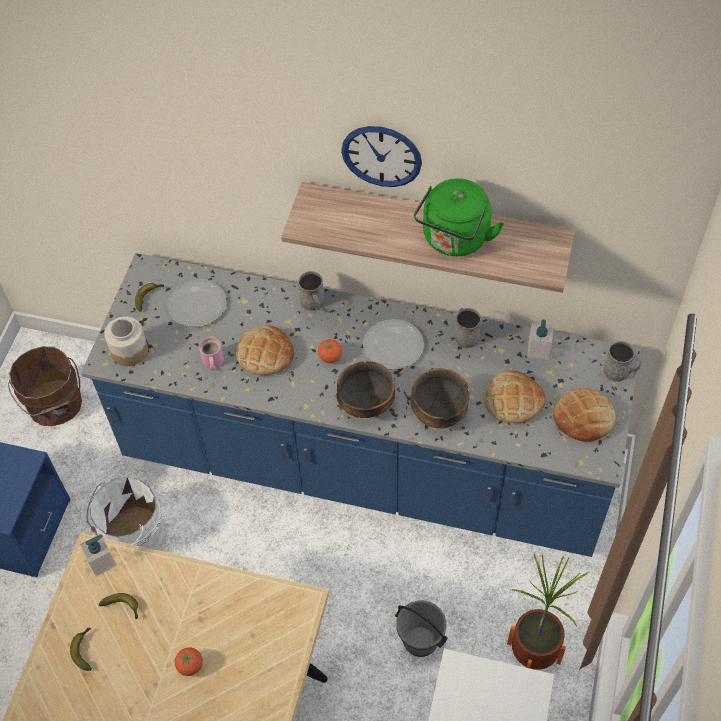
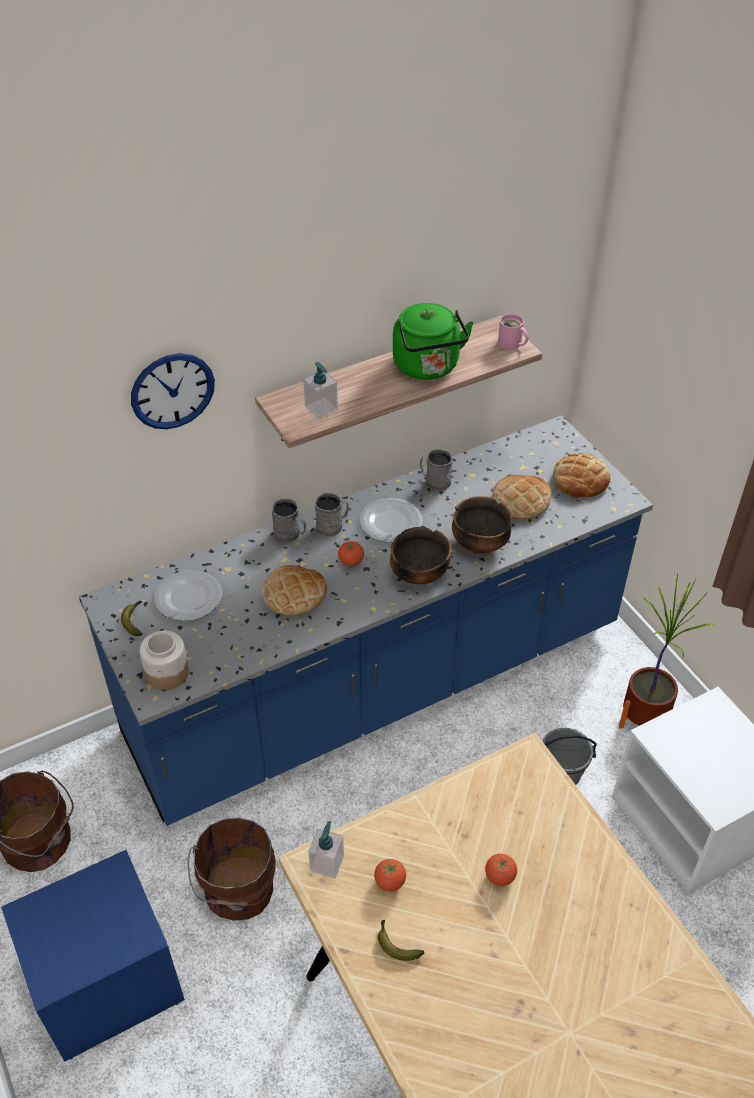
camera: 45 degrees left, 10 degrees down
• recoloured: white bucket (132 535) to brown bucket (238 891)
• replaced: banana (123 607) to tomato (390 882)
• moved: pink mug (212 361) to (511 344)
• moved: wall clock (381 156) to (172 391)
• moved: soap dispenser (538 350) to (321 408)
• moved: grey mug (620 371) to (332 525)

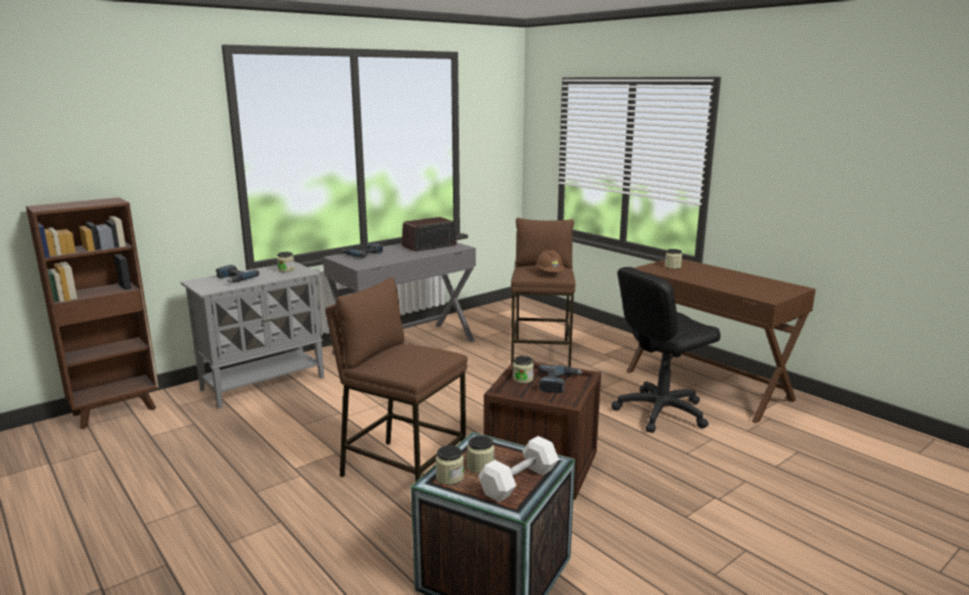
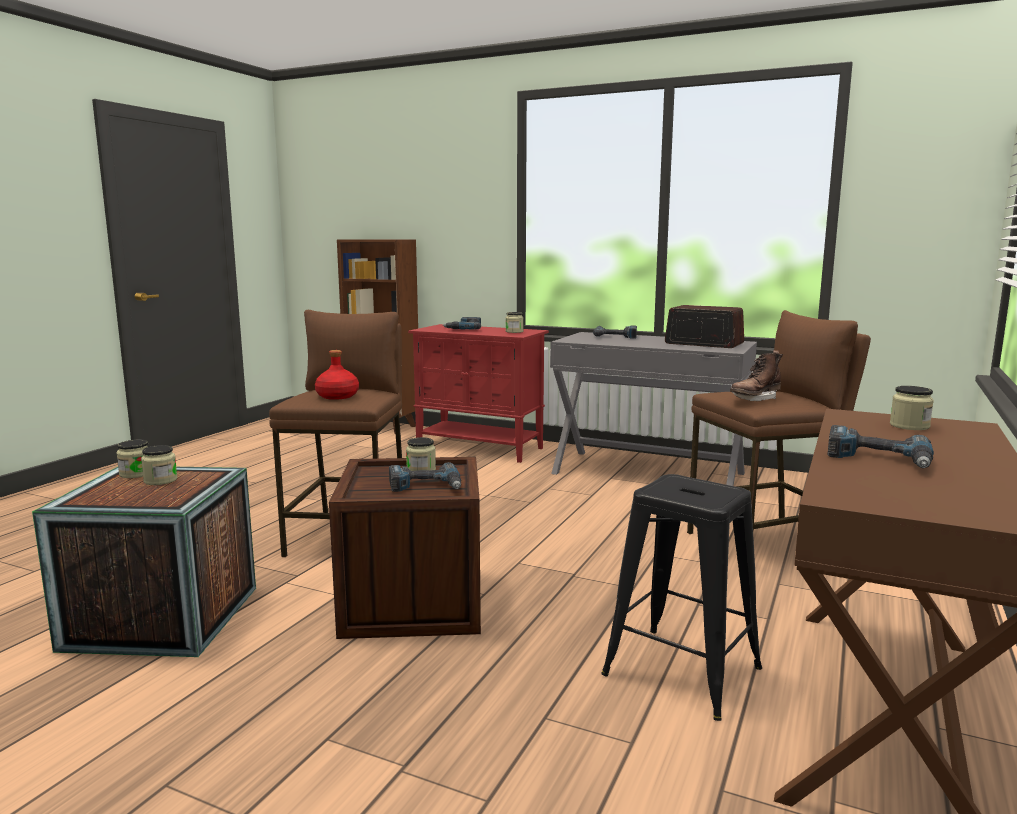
camera: 65 degrees right, 5 degrees down
• recoloured: grey cabinet (264 383) to red cabinet (480 448)
• removed: white dumbbell (519 481)
• replaced: brown hard hat (550 273) to brown boot (755 399)
• replaced: black office chair (660 412) to black stool (682 671)
• added: red bottle (337 396)
• added: power drill (878 459)

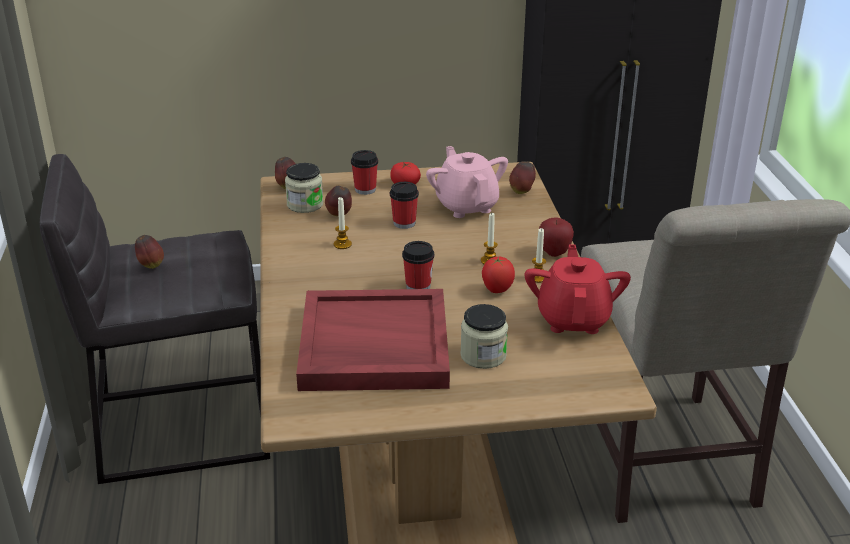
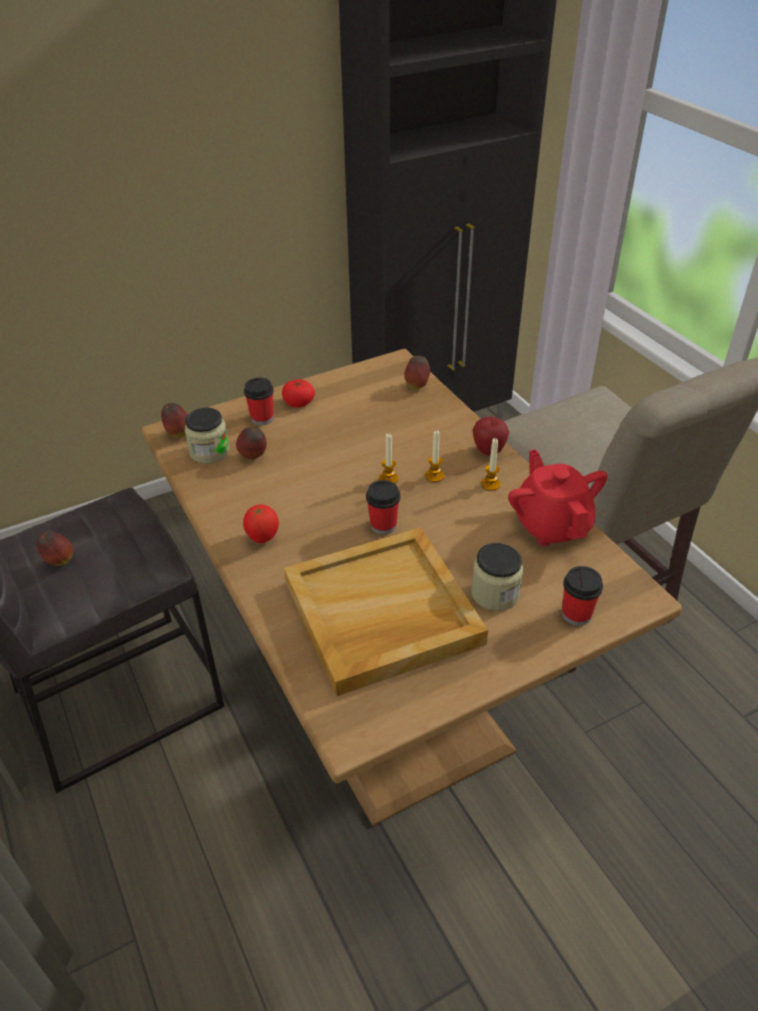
camera: 20 degrees left, 10 degrees up
• recoloured: red tray (373 346) to beige tray (381 613)
• moved: candle (342 244) to (388 479)
• moved: cup (404 223) to (576 614)
• removed: pink teapot (466 206)
• moved: tomato (497 290) to (262 538)

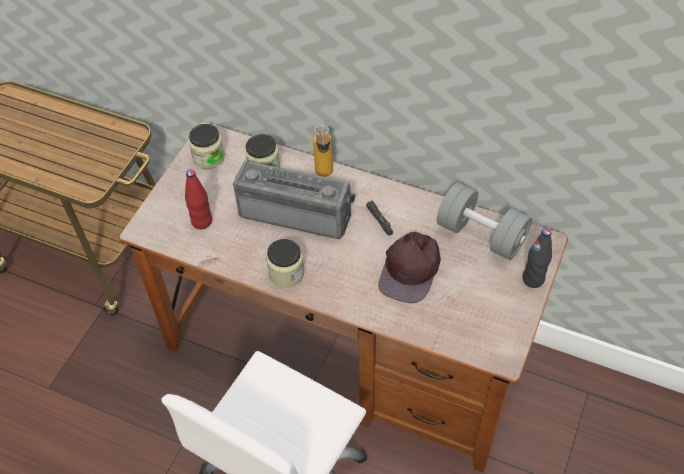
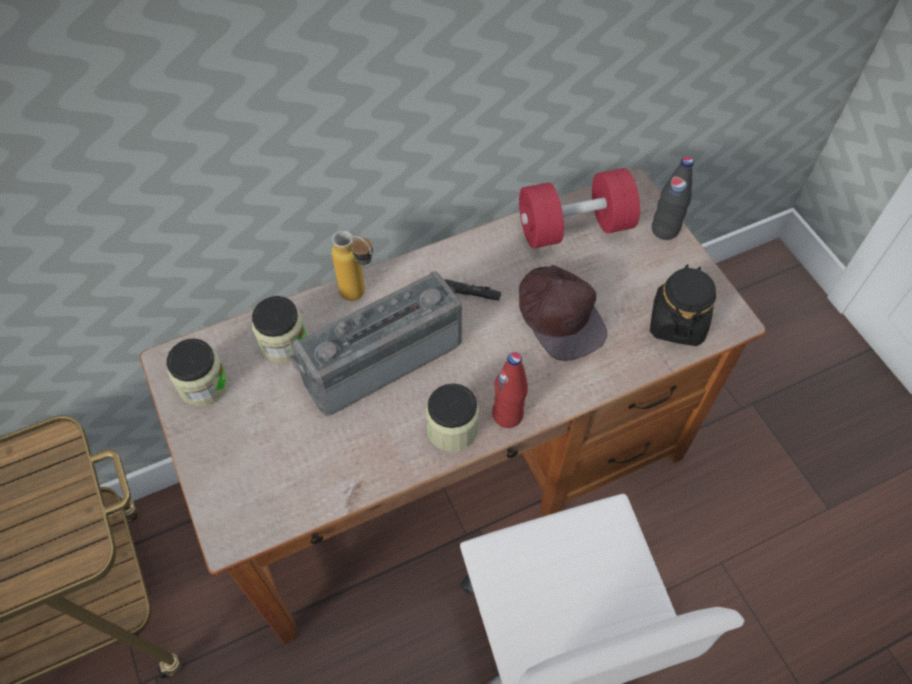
camera: 50 degrees left, 5 degrees up
• moved: red bottle (202 222) to (507 414)
• recoloured: grey dumbbell (481 234) to red dumbbell (574 227)
• added: black jar (677 322)

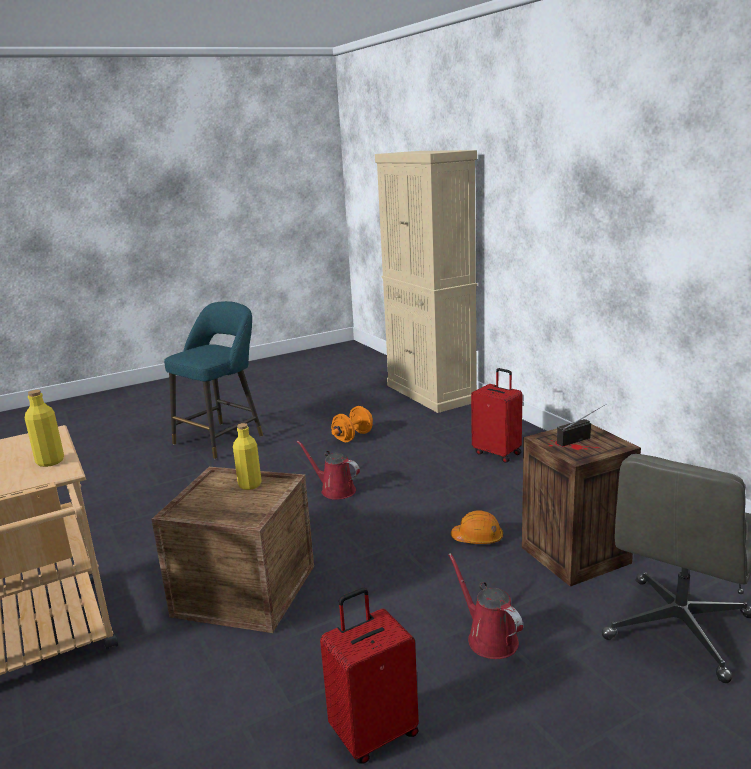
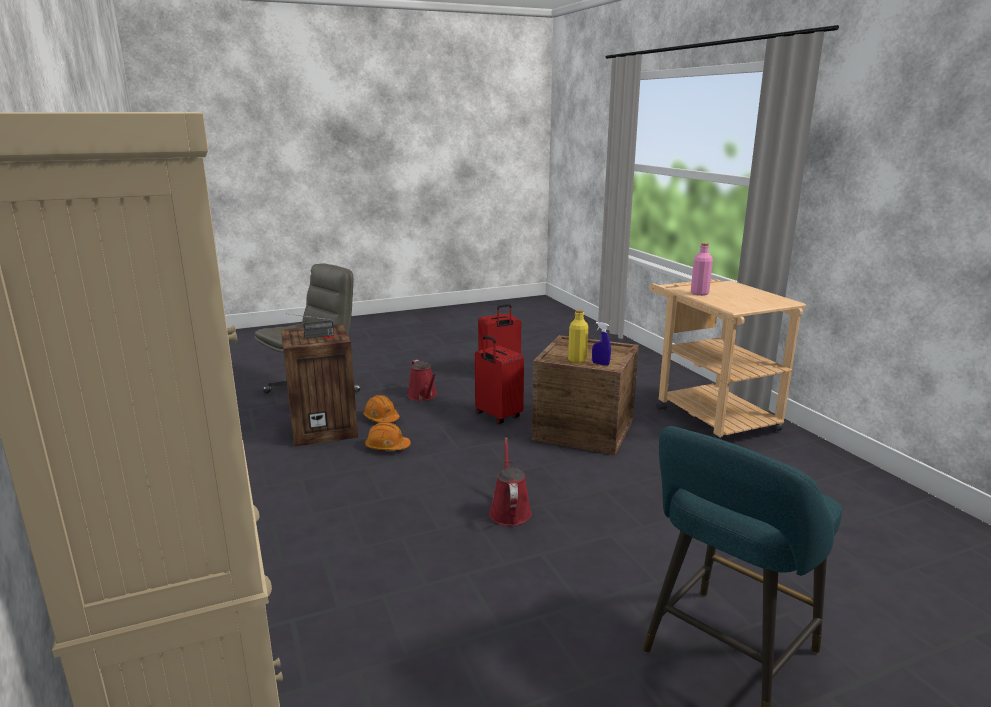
camera: 175 degrees left, 0 degrees up
• recoloured: yellow bottle (50 461) to pink bottle (699 293)
• turned: red watering can (335 490) = (509 511) 135 degrees counterclockwise
• removed: orange dumbbell (353 437)
• moved: red suitcase (497 453) to (497 416)
• added: orange hard hat (381 418)
• added: blue spray bottle (600 364)

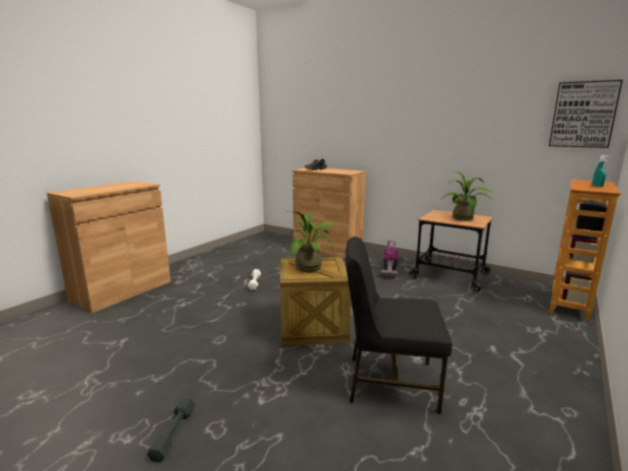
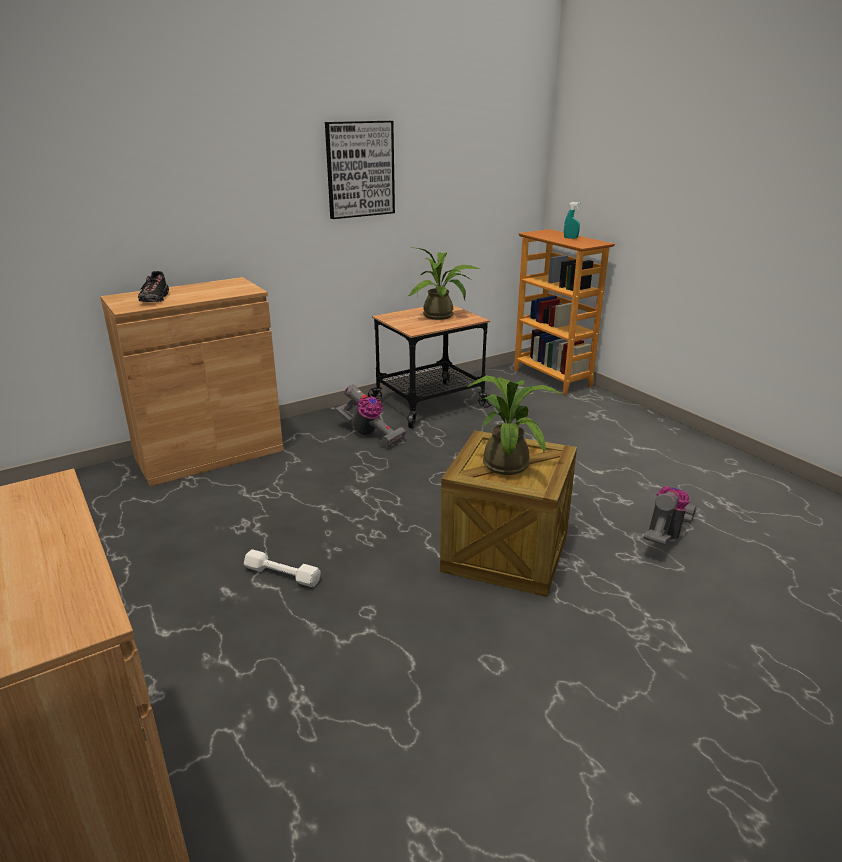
camera: 65 degrees left, 10 degrees up
• removed: grey dumbbell (173 433)
• replaced: black chair (390 382) to vacuum cleaner (665 535)
• moved: picture (583 114) to (360 169)

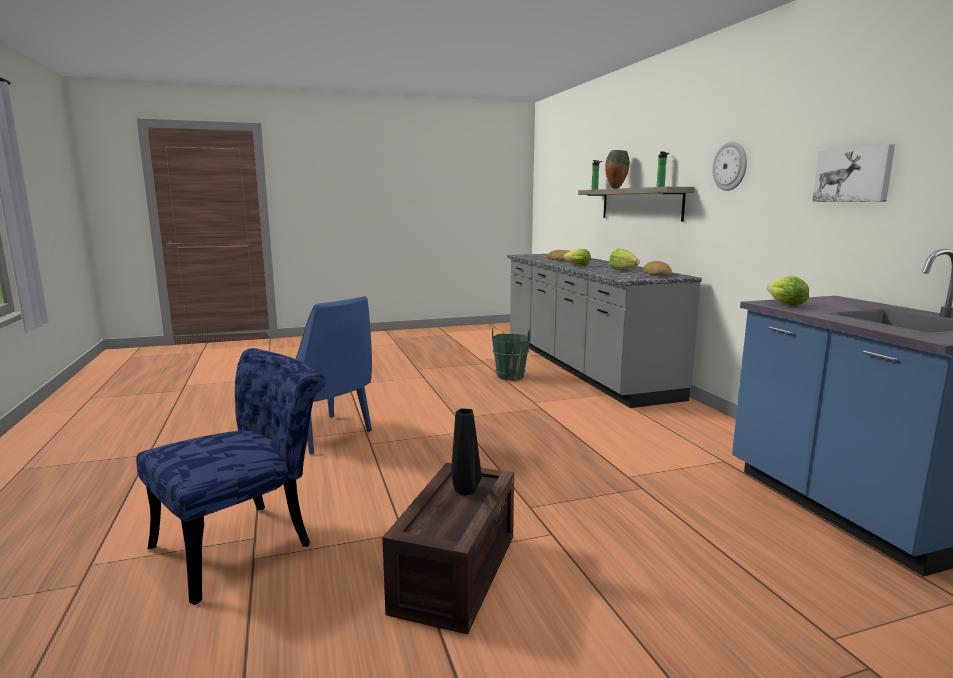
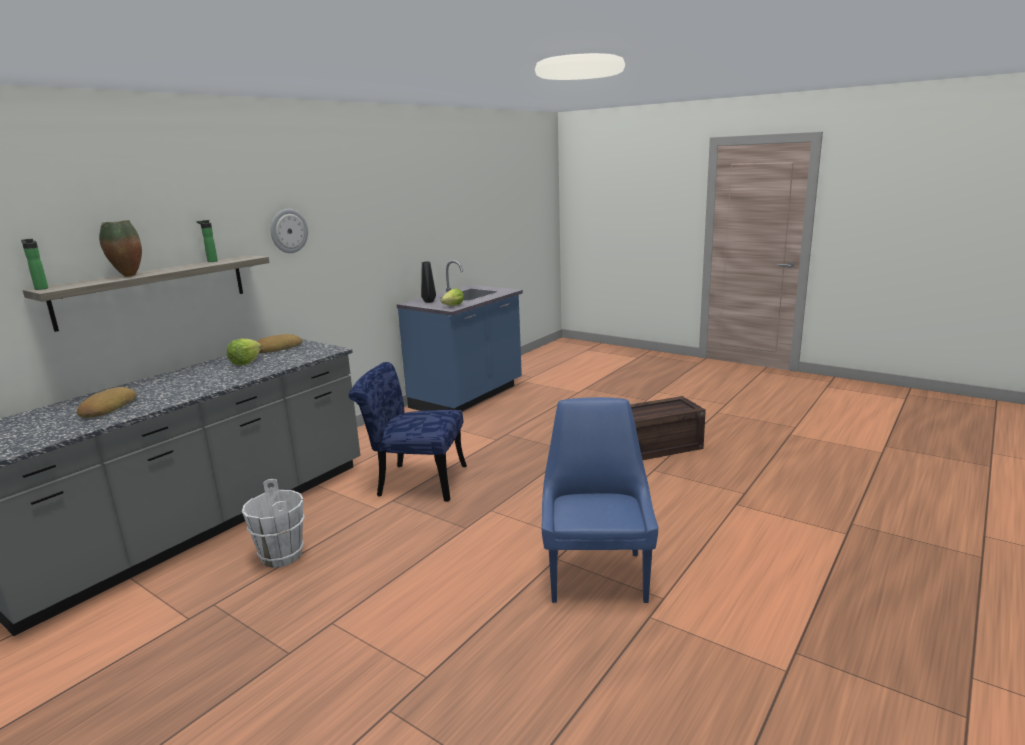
camera: 125 degrees left, 5 degrees up
• moved: blue chair (245 543) to (414 481)
• moved: black vase (466 490) to (428 301)
• recoloured: green bucket (510 376) to white bucket (281 556)
• removed: lettuce (576 265)
• removed: picture (853 175)

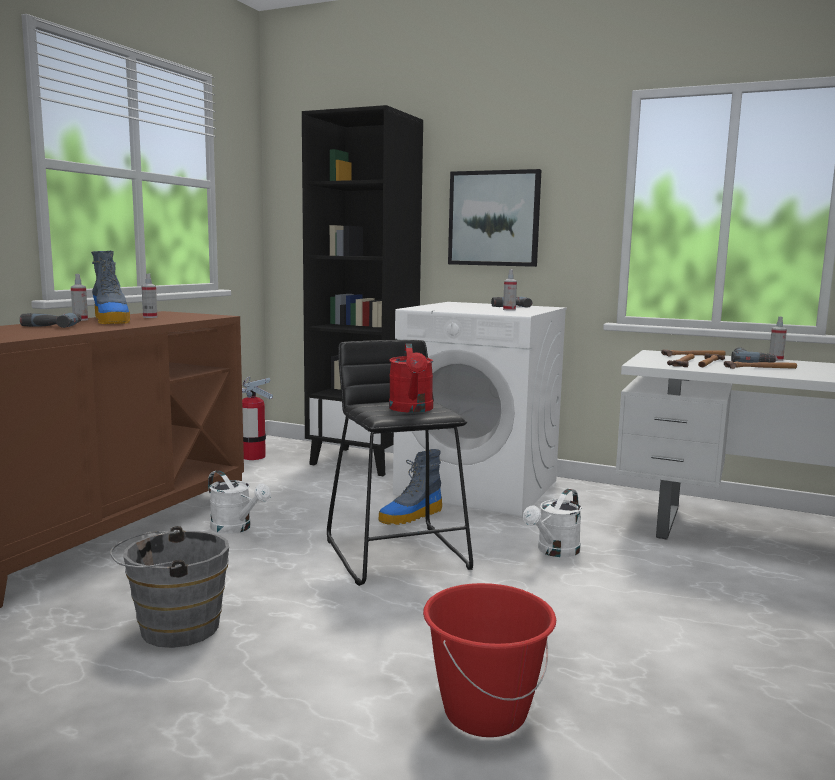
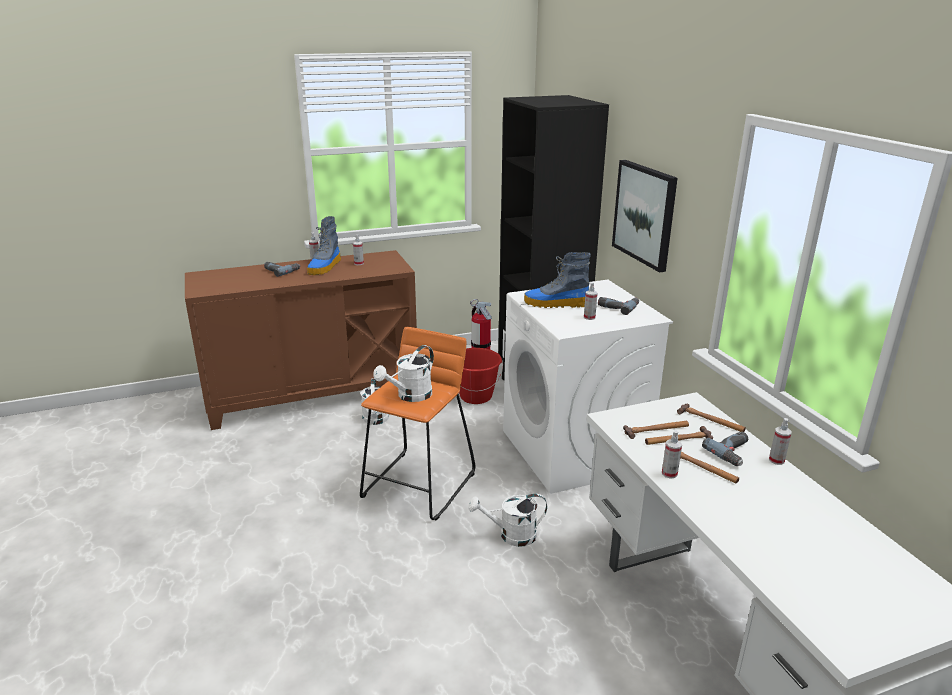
camera: 45 degrees right, 15 degrees up
• removed: grey bucket (173 628)
• recoloured: black stool (398 554) to orange stool (419 485)
• moved: boot (411 516) to (555 304)
• recoloured: red watering can (412 409) to white watering can (410 396)
• moved: red bucket (484 712) to (476 396)
• added: spray bottle (669 473)

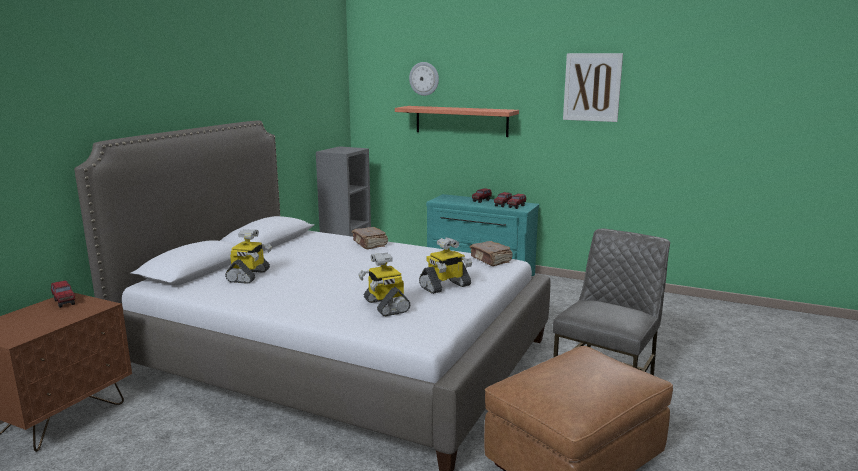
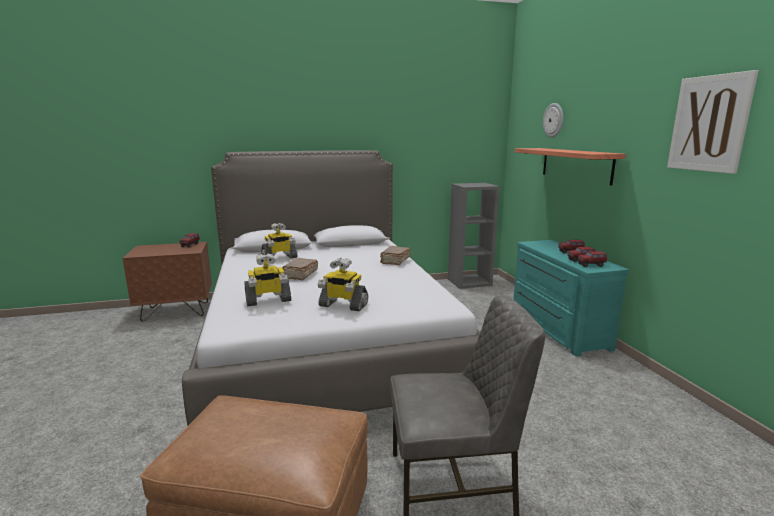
camera: 50 degrees right, 0 degrees up
• turned: toy robot (385 306) = (268 300) 135 degrees counterclockwise
• moved: brown book (490 260) to (300 275)

